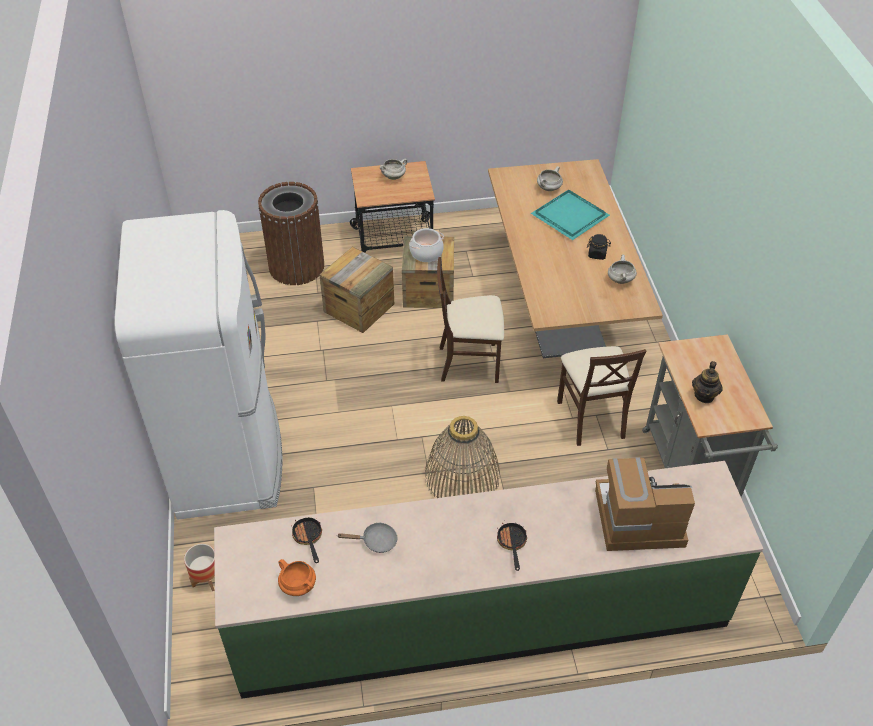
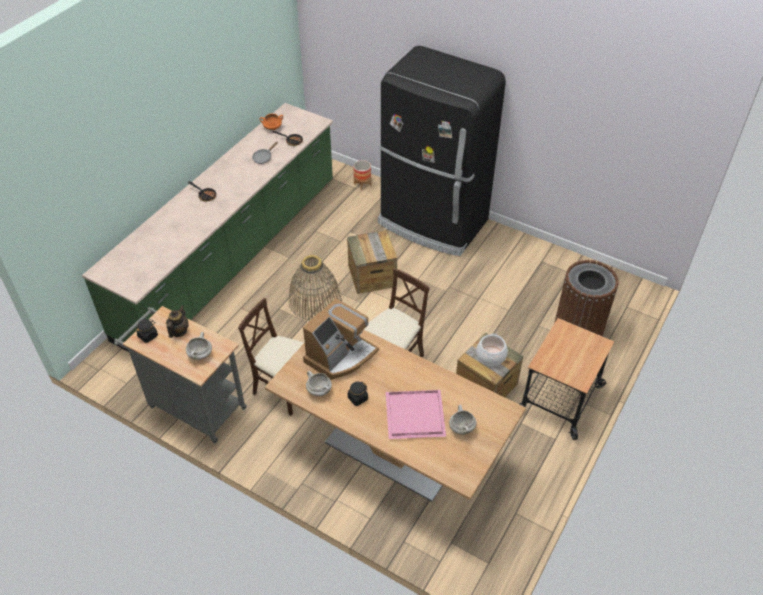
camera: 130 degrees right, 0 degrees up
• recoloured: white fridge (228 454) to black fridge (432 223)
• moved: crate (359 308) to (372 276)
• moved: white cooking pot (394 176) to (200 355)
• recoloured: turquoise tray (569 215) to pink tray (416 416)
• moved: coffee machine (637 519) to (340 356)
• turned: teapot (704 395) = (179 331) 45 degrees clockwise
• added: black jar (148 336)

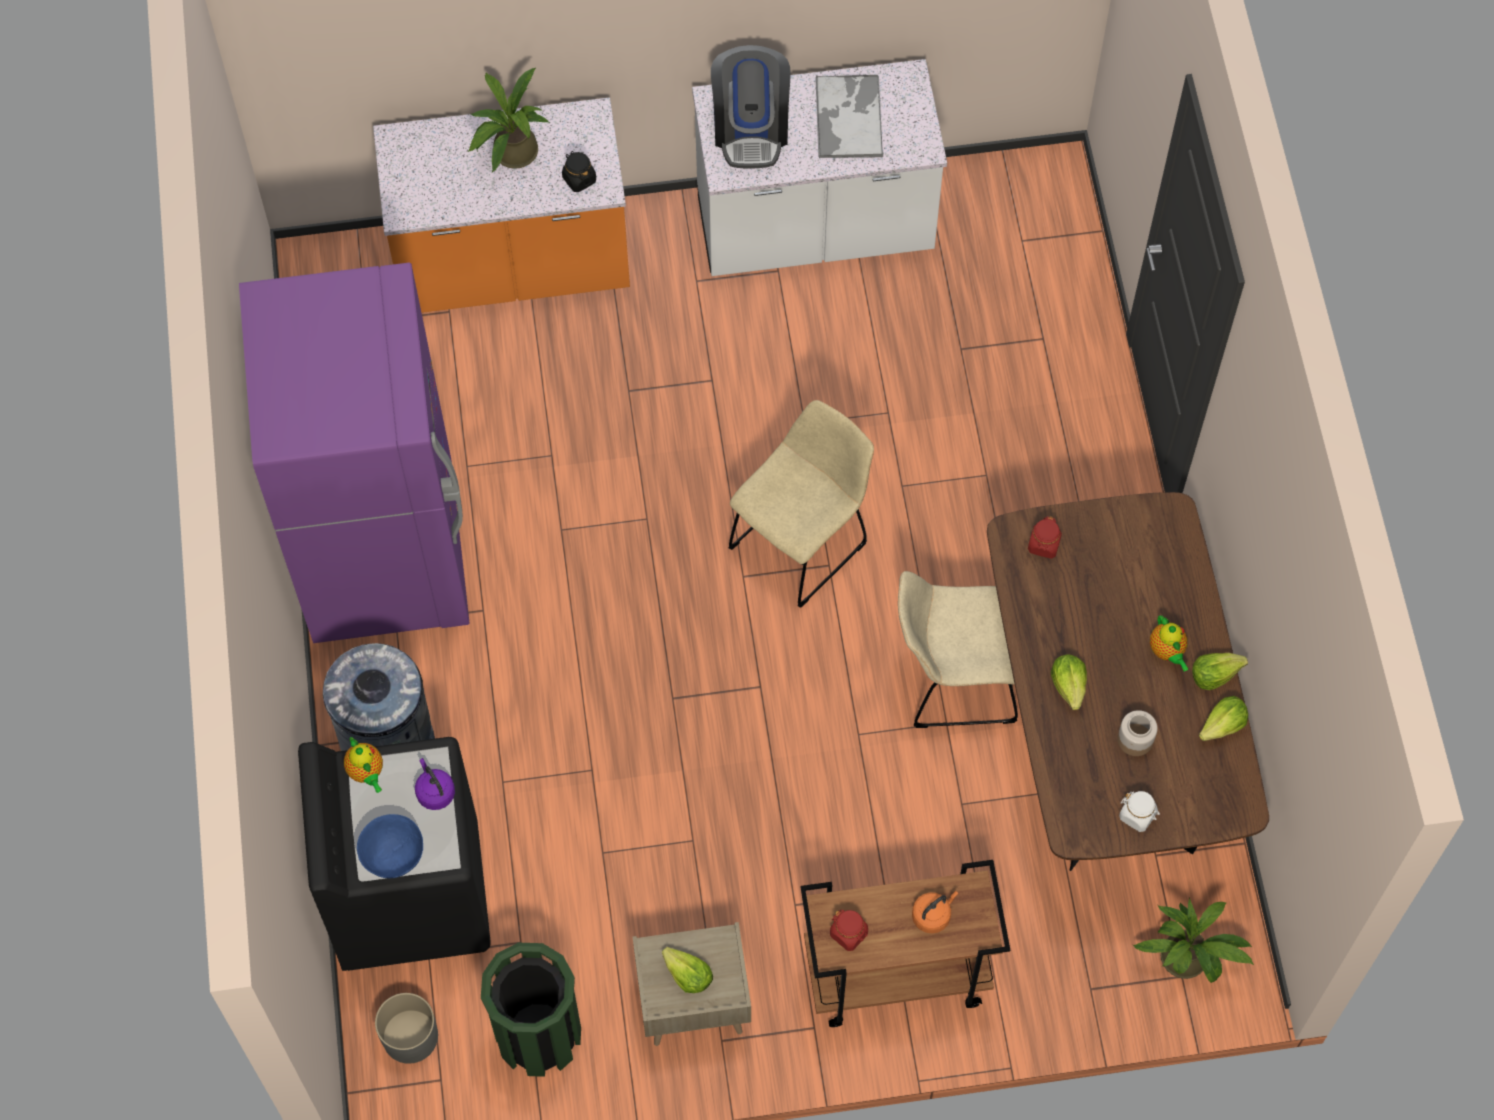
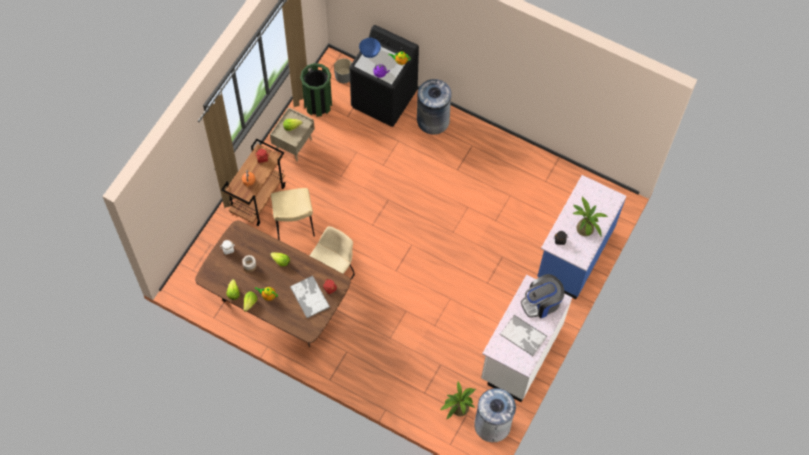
camera: 125 degrees right, 0 degrees up
• removed: purple fridge (384 554)
• recoloured: orange counter (513 268) to blue counter (574 254)
• turned: coffee machine (751 129) = (541 303) 60 degrees counterclockwise
• moved: beige chair (802 541) to (294 226)
• moved: potted plant (1188 961) to (457 408)
• added: tray (309 296)
• added: grey trash can (492 424)

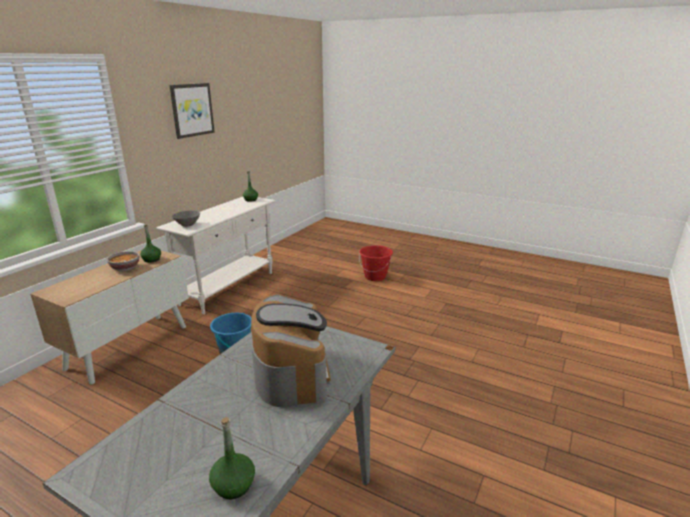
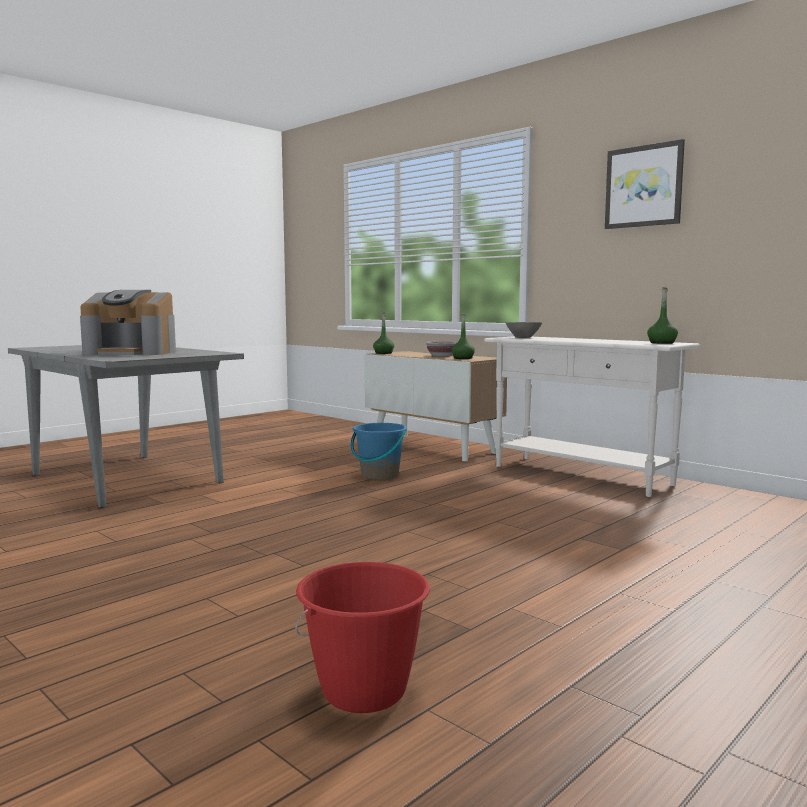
camera: 105 degrees right, 15 degrees down
• moved: green bottle (233 485) to (383 353)
• moved: red bucket (375 277) to (364 691)

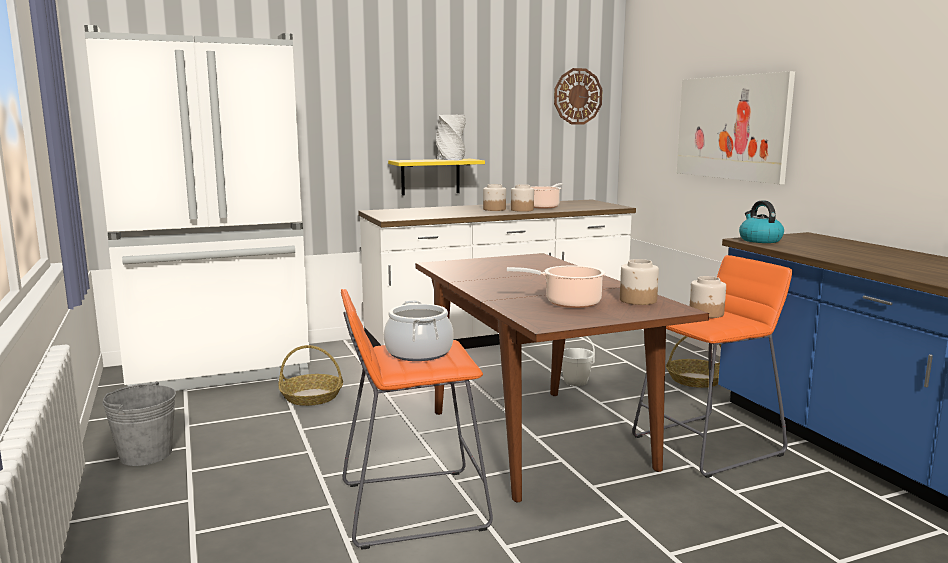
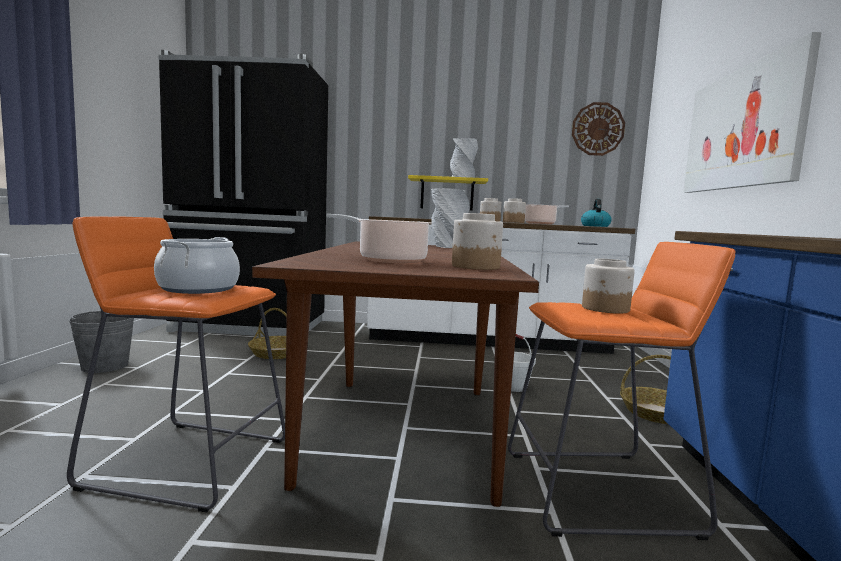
camera: 25 degrees right, 5 degrees down
• recoloured: white fridge (220 371) to black fridge (250 327)
• moved: kettle (759 240) to (595 226)
• added: grey vase (448 247)

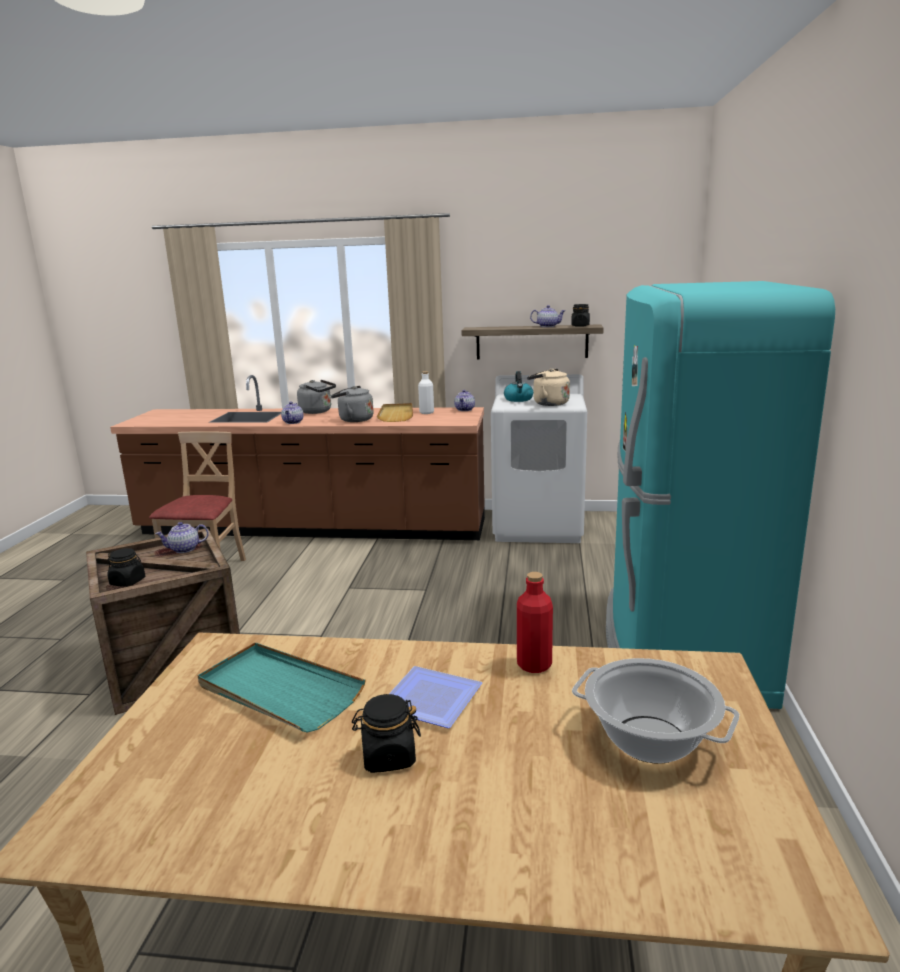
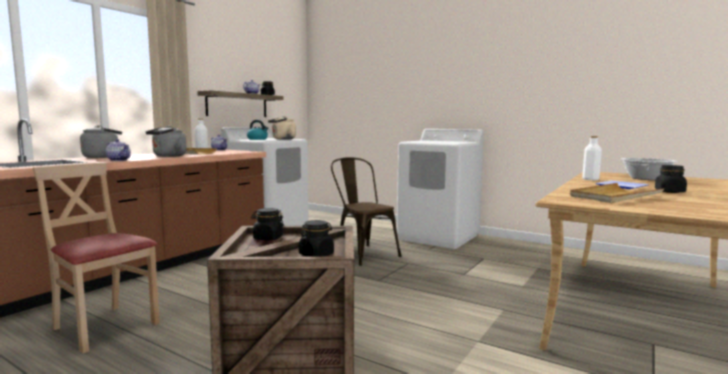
camera: 65 degrees left, 10 degrees down
• replaced: teapot (184 549) to black jar (268 238)
• recoloured: turquoise tray (279 691) to beige tray (614 196)
• recoloured: red bottle (534 664) to white bottle (590 179)
• replaced: turquoise fridge (680 650) to white washing machine (439 237)
• added: brown chair (362 253)

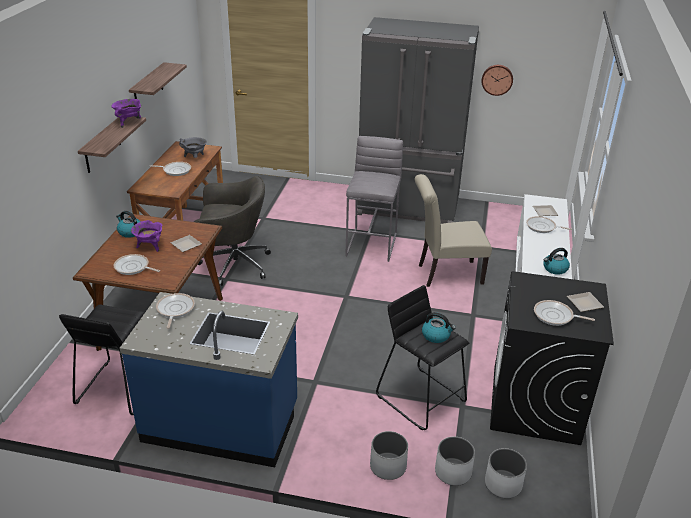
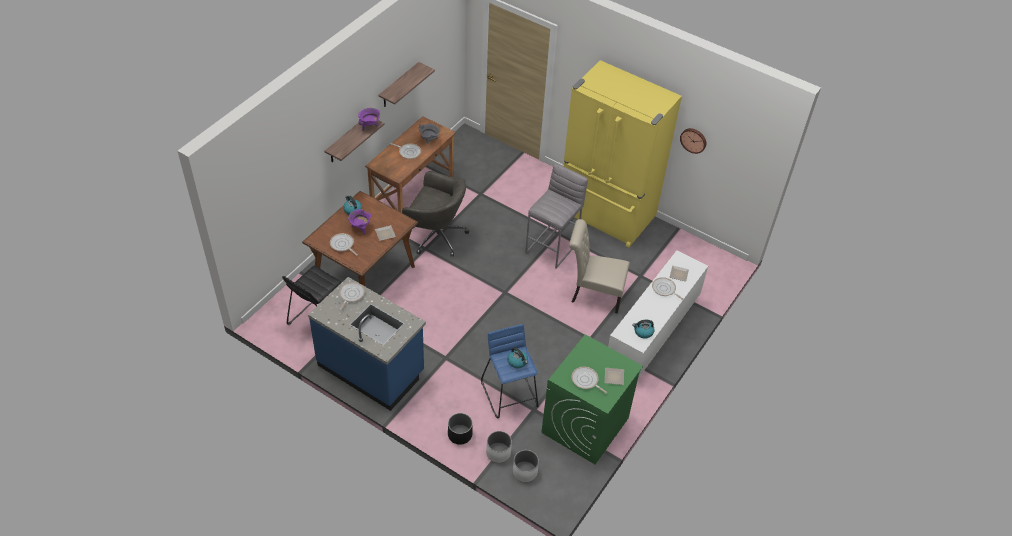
camera: 20 degrees right, 15 degrees up
• recoloured: grey fridge (408 207) to yellow fridge (605 216)
• recoloured: white planter (388 466) to black planter (459 434)
• recoloured: black stool (421 398) to blue stool (510 394)
• recoloured: black washing machine (535 405) to green washing machine (585 425)

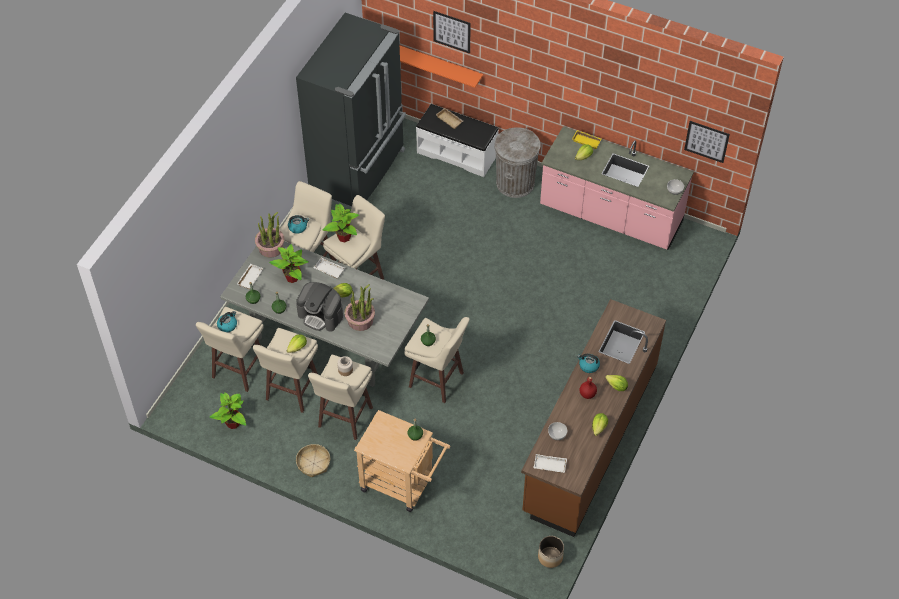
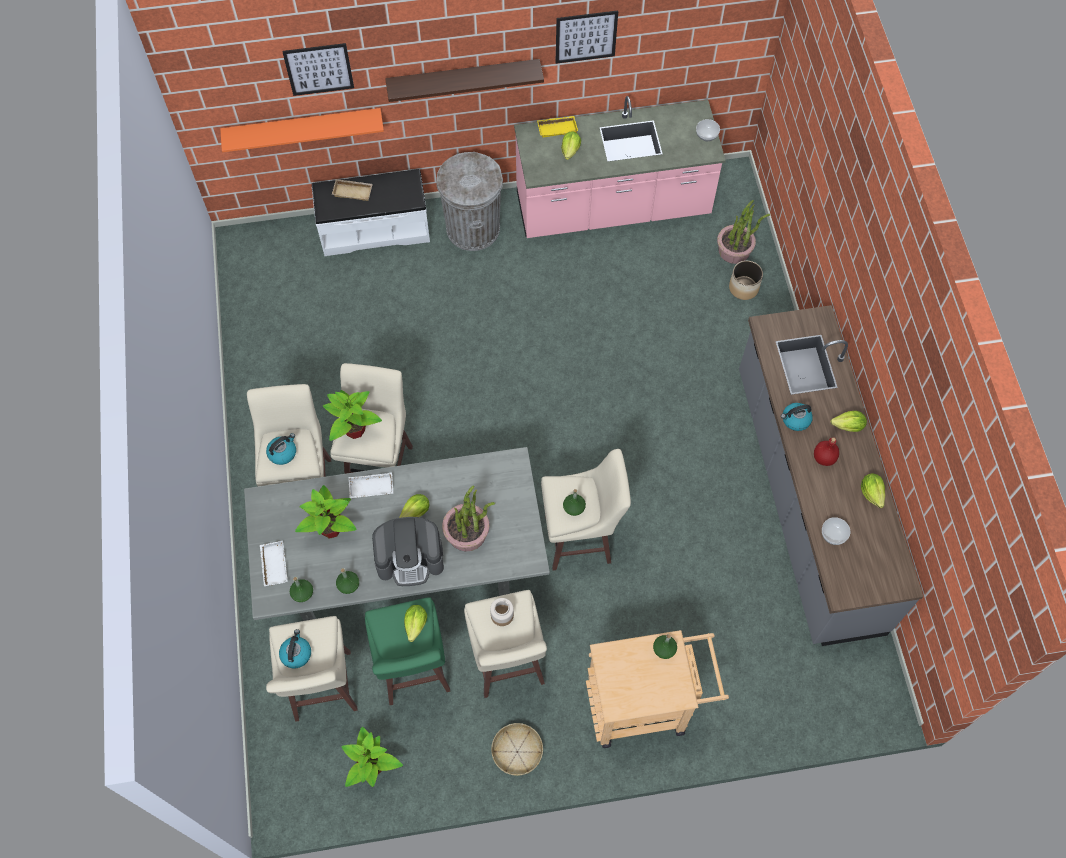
camera: 35 degrees left, 10 degrees up
• recoloured: beige stool (291 391) to green stool (414 671)
• moved: potted plant (271 248) to (734 250)
• removed: black fridge (359 171)
• recoloured: brown counter (589 438) to grey counter (806 499)
• removed: white tray (549 466)
• moved: planter (550 557) to (744 288)
• moved: picture (706 141) to (586 36)
• added: shelf (463 79)

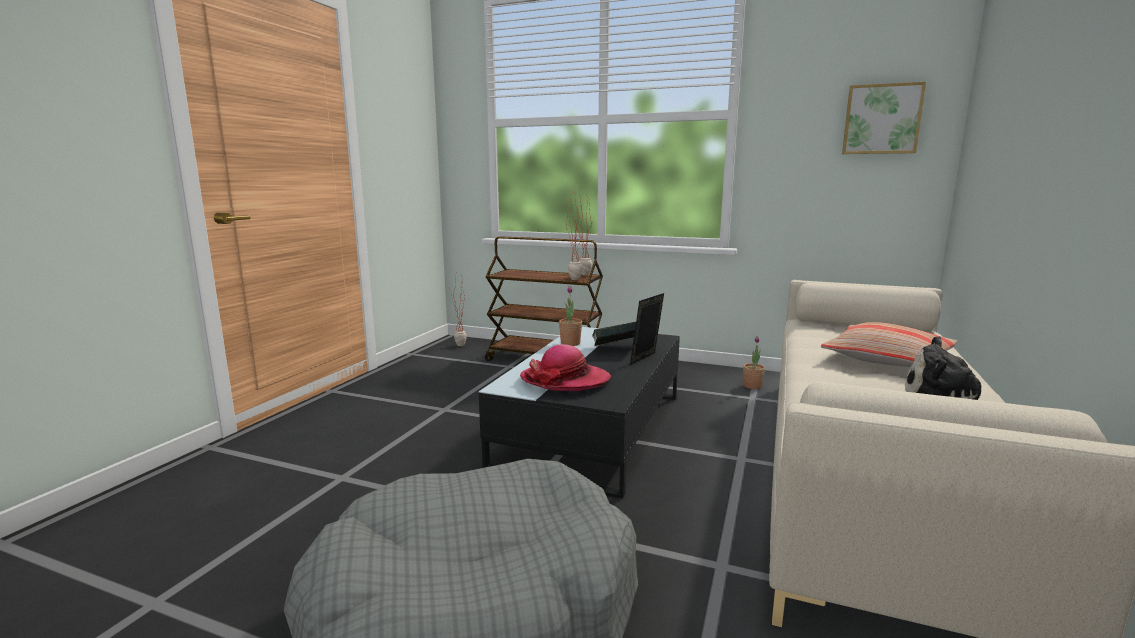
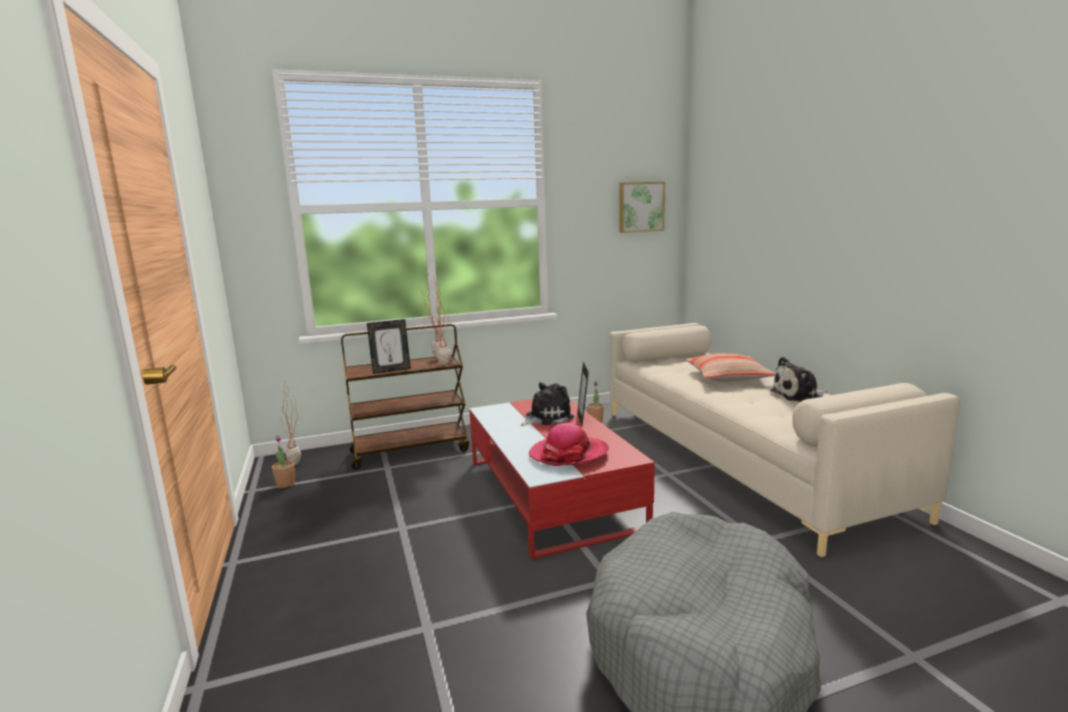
camera: 40 degrees left, 0 degrees up
• recoloured: black coffee table (593 428) to red coffee table (551 492)
• moved: potted plant (570 343) to (285 484)
• replaced: book (617 348) to plush toy (546 417)
• added: picture frame (391 370)

